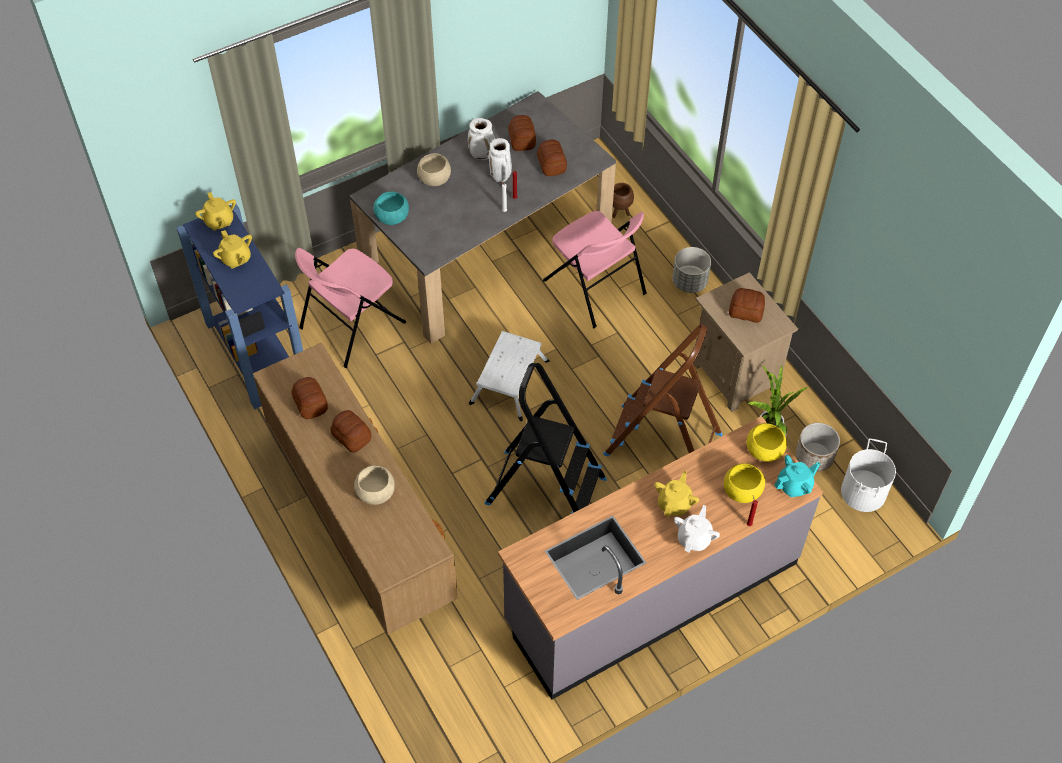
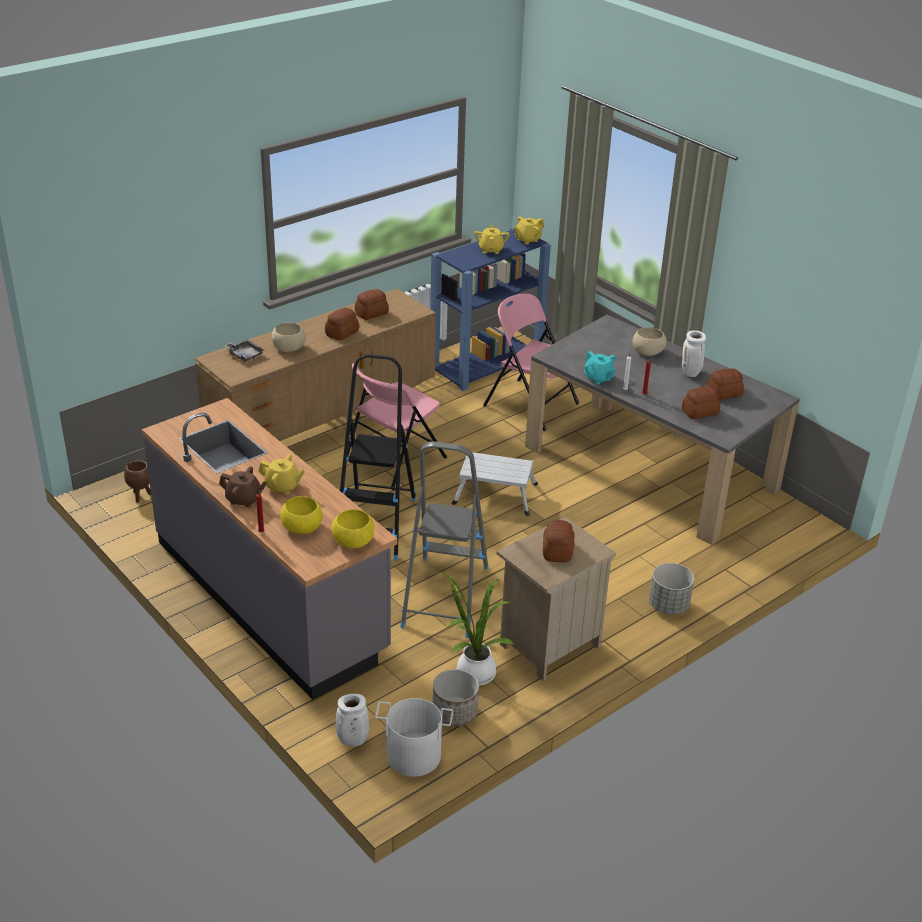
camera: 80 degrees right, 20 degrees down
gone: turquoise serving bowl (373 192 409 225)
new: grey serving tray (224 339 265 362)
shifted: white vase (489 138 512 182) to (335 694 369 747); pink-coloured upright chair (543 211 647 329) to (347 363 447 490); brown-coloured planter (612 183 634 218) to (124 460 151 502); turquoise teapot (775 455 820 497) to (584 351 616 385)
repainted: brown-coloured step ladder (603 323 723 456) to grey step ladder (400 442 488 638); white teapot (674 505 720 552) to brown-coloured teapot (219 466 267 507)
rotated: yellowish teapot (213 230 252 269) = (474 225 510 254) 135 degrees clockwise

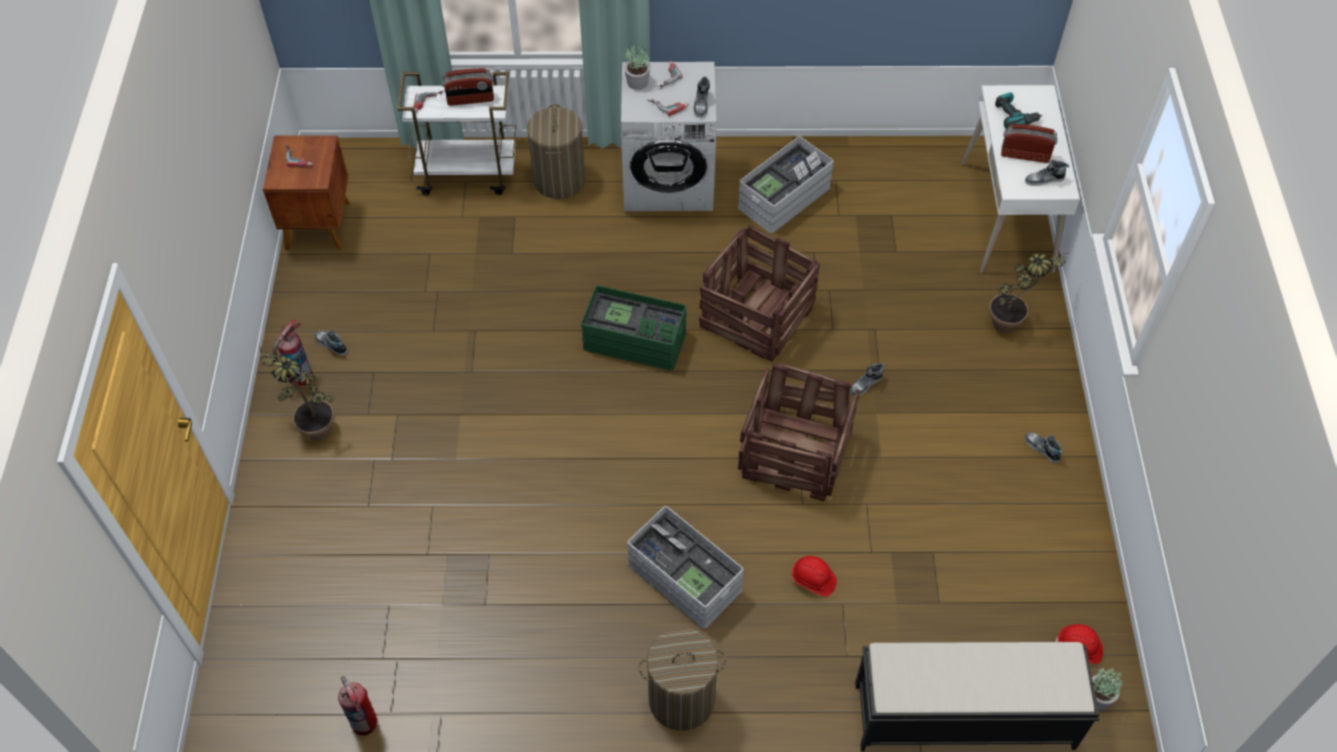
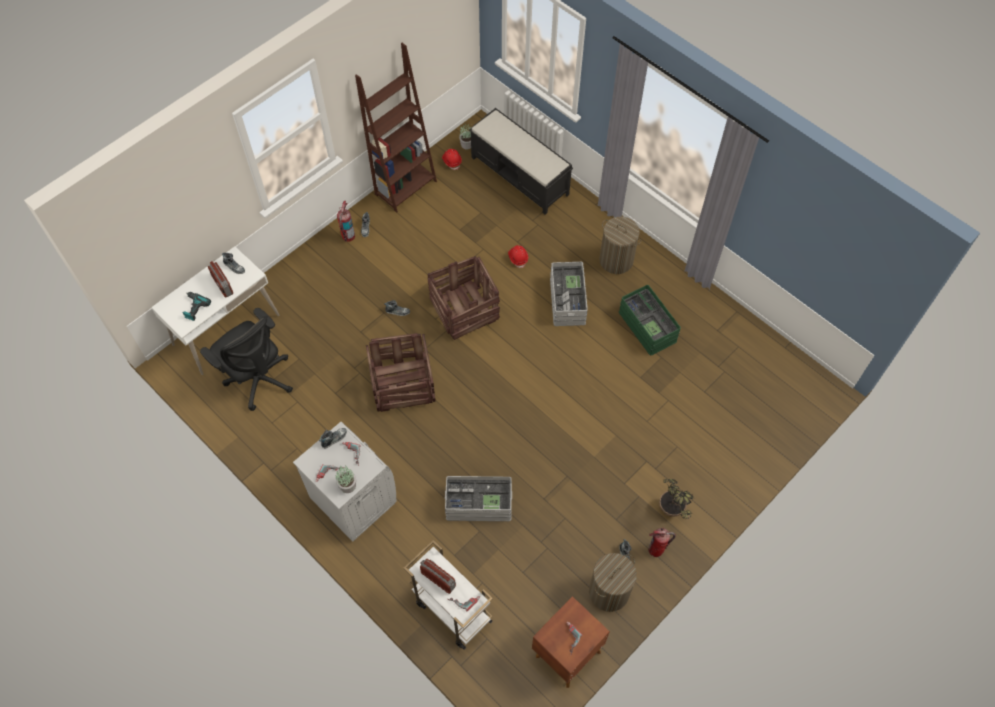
camera: 135 degrees left, 5 degrees up
gone: potted plant (989 250 1068 333)
new: black desk chair (200 308 293 411); brown-coloured bookcase (355 43 437 213)
shifted: fire extinguisher (338 676 377 735) to (337 201 355 242); laundry basket (527 104 585 199) to (589 553 637 612); green-coloured storage bin (581 285 687 371) to (619 285 681 355); grey storage bin (738 136 834 233) to (445 476 512 521)

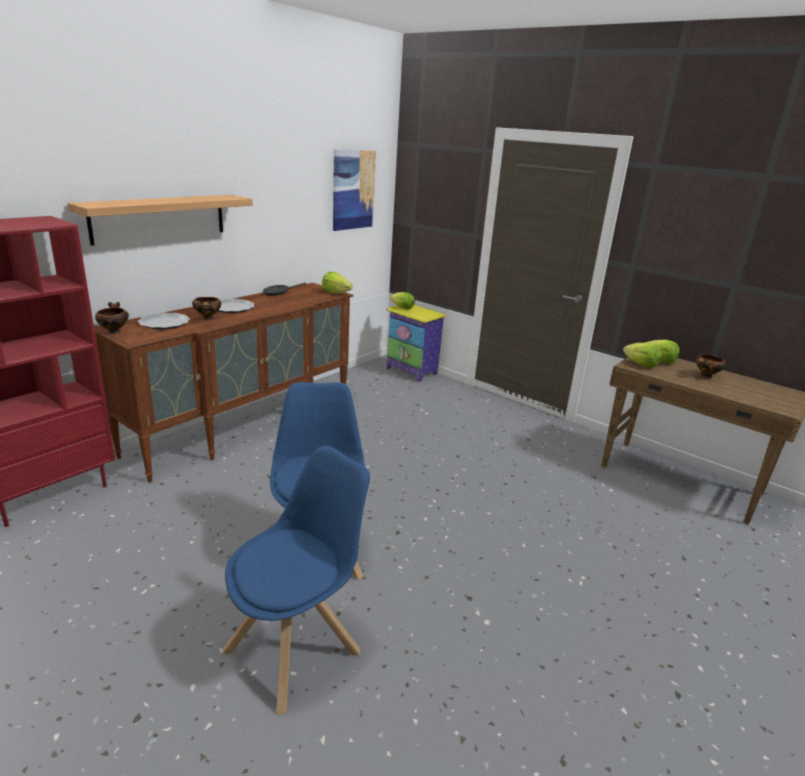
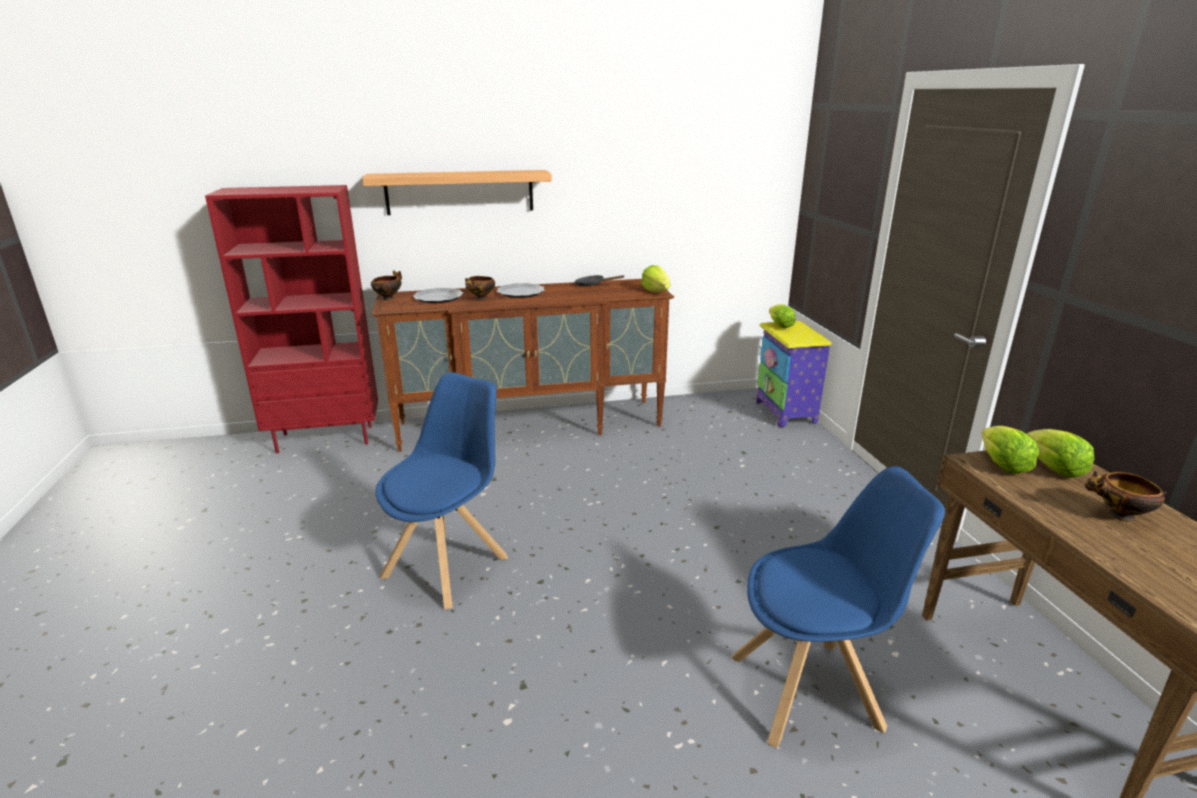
camera: 40 degrees right, 0 degrees up
gone: wall picture (333 150 376 231)
shifted: blue-coloured upright chair (222 446 370 714) to (731 466 945 749)

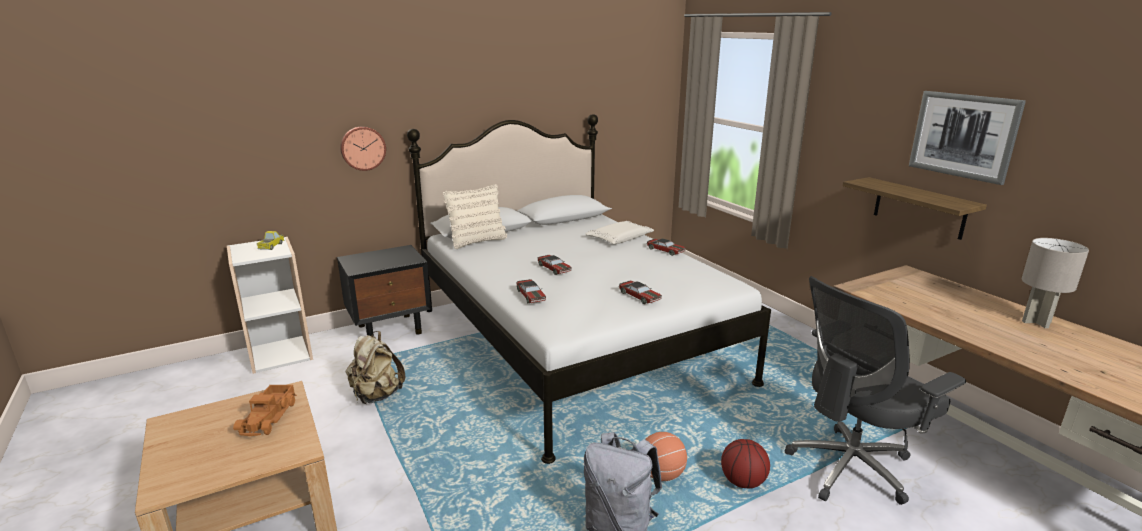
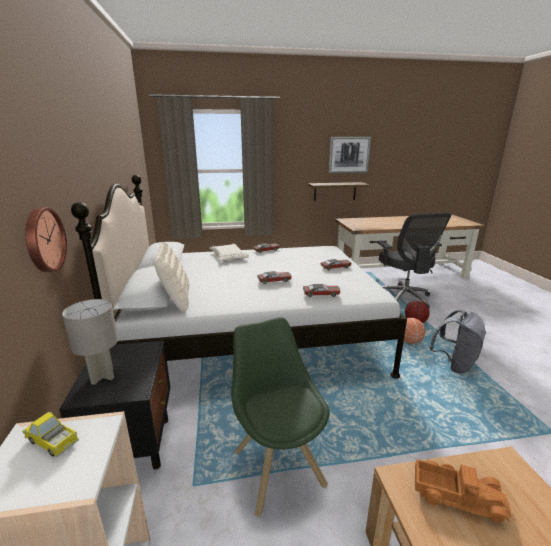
camera: 70 degrees left, 0 degrees up
shifted: grey table lamp (1021 238 1089 328) to (62 299 118 385)
swapped: beige-coloured backpack (346 331 405 404) to green-coloured upright chair (231 317 329 517)

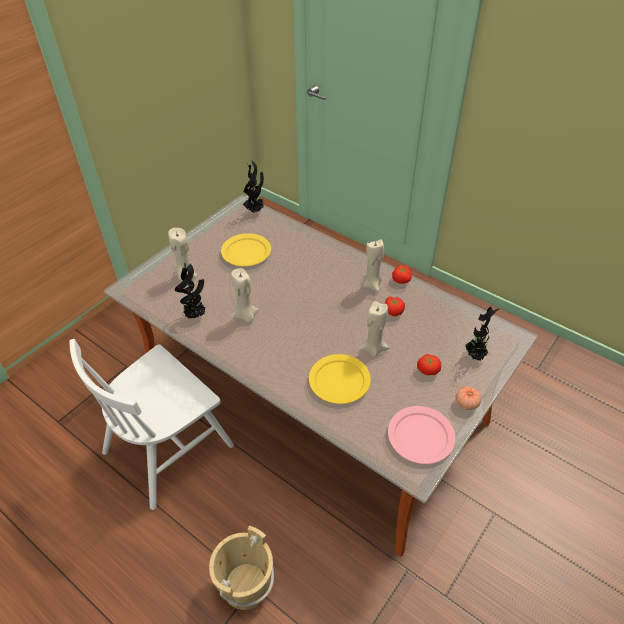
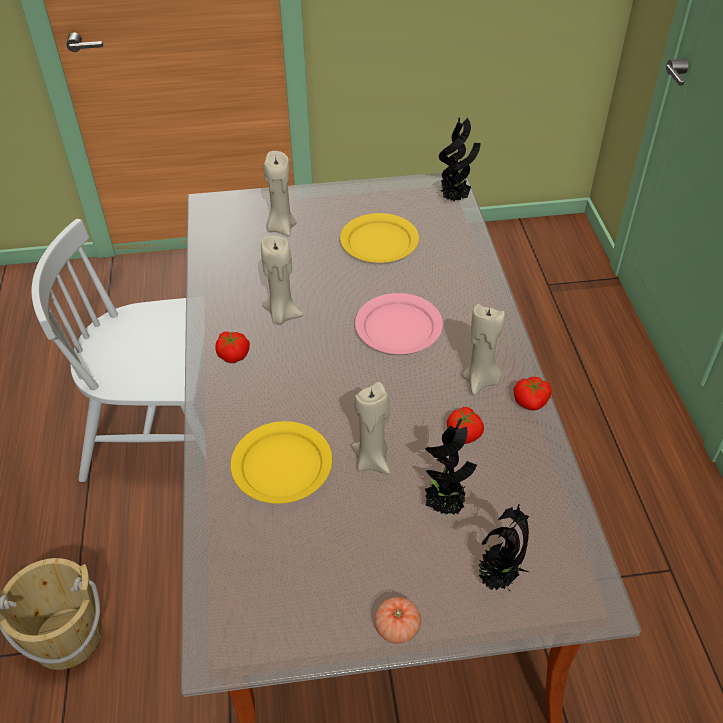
camera: 45 degrees right, 0 degrees up
shifted: potted plant (175 263 205 319) to (425 418 477 515); pink-coloured dinner plate (388 406 455 464) to (355 293 443 354); fresh tomato (417 354 441 375) to (216 332 250 363)

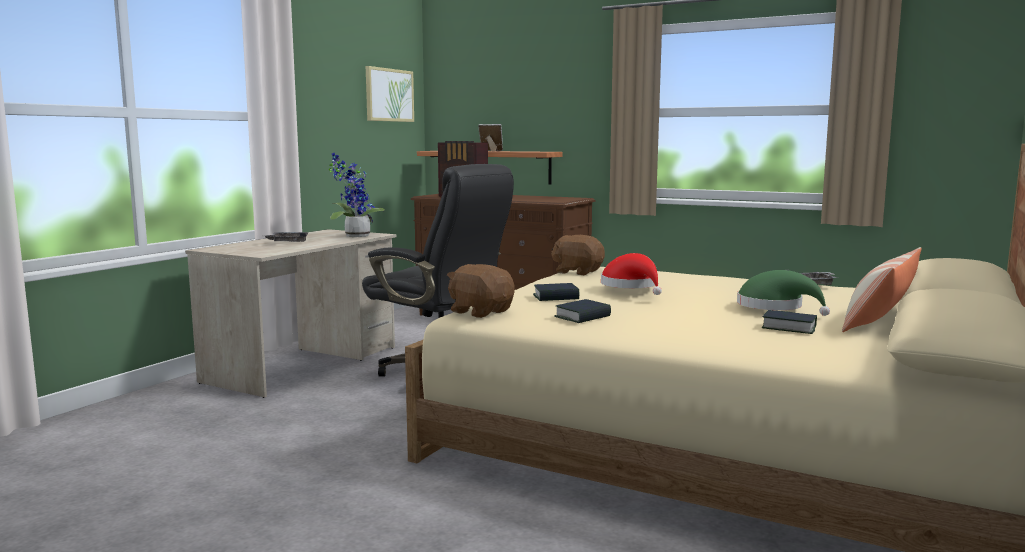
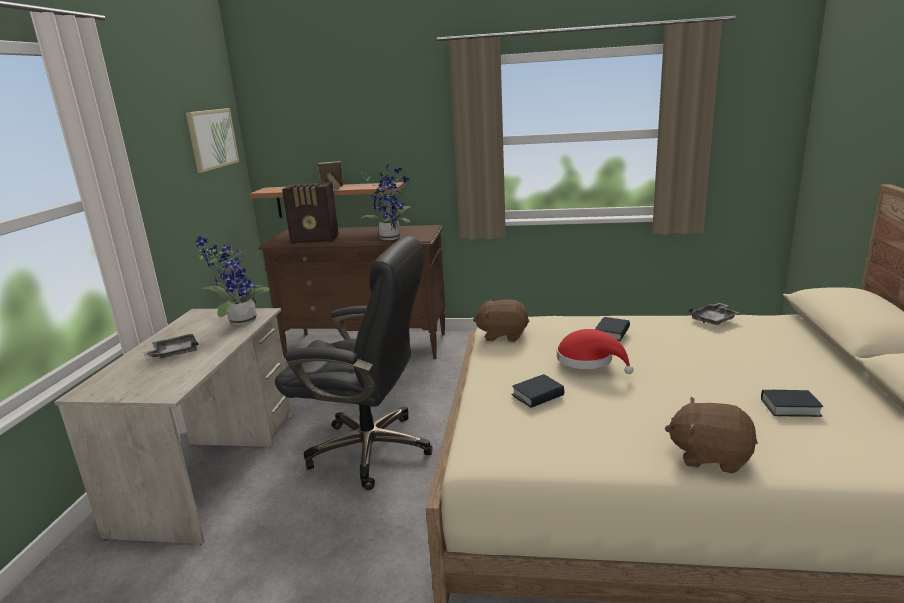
camera: 20 degrees left, 10 degrees up
gone: green-coloured wearable hat (737 270 830 316); pillow (842 247 922 332)
new: potted plant (358 164 410 240)
shifted: brown-coloured cuddly toy (447 264 515 318) to (665 397 758 474); volume (554 299 611 323) to (595 317 630 341)

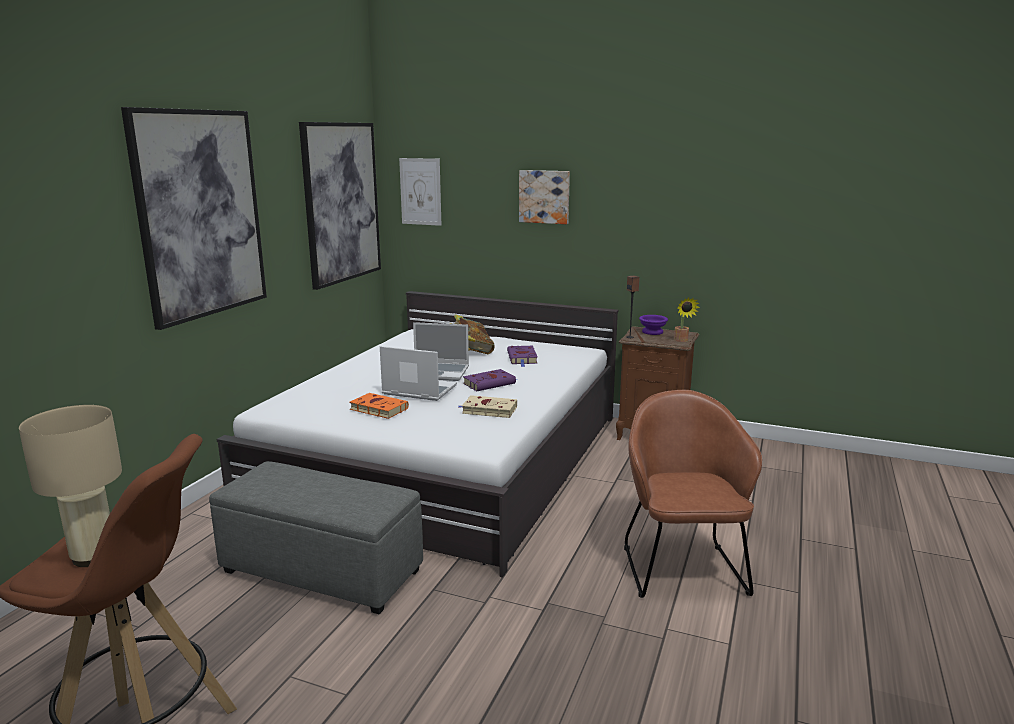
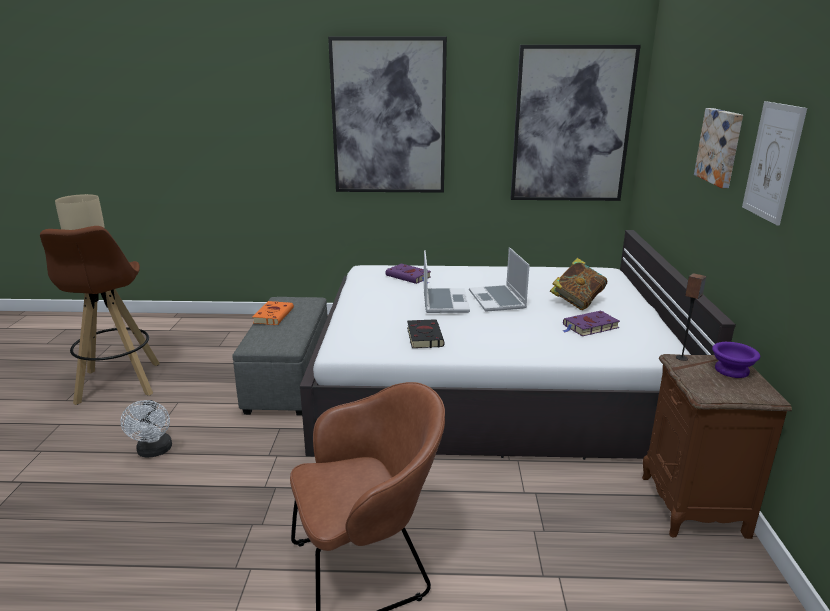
camera: 70 degrees right, 5 degrees up
gone: potted plant (674 297 700 342)
new: white electric fan (120 400 172 458)
shifted: orange volume (349 393 409 419) to (252 301 294 325); wall picture (399 158 441 226) to (742 101 807 226); purplish volume (463 369 517 391) to (386 264 431 284)
repainted: beige-coloured volume (459 395 517 418) to black volume (407 319 445 348)

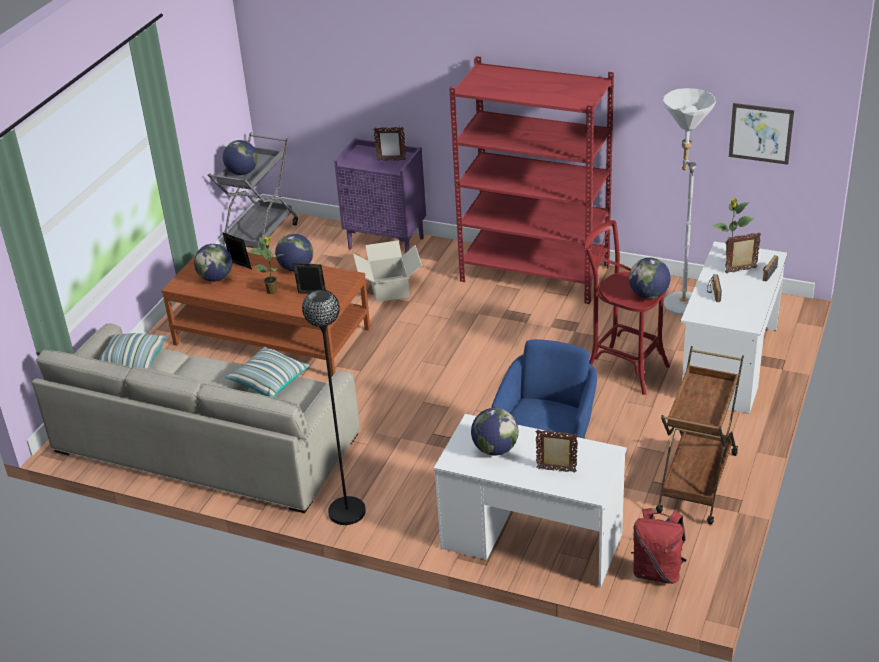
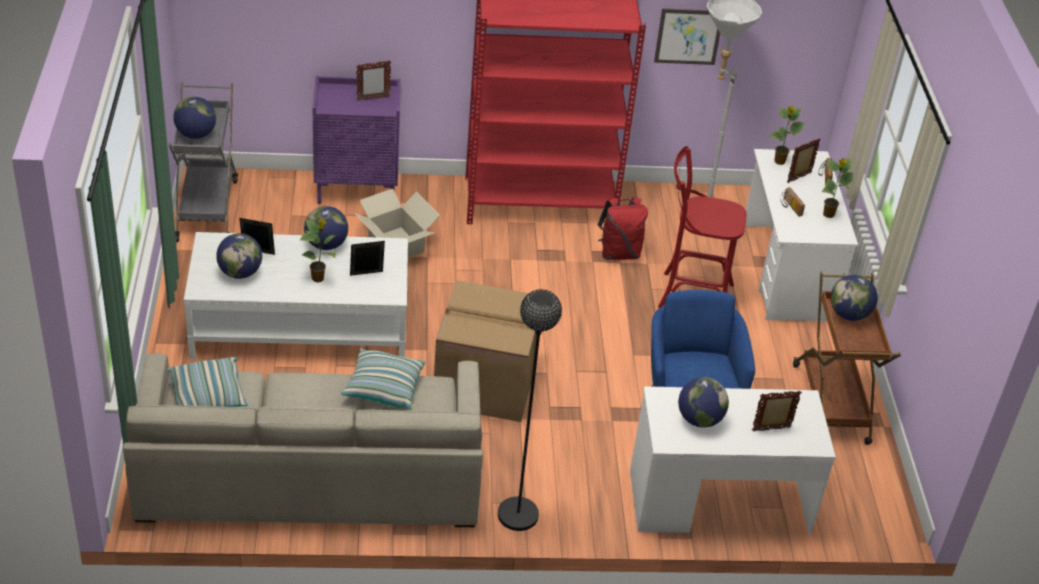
camera: 30 degrees left, 5 degrees up
new: packing box (434 280 537 422); potted plant (822 158 854 218)
shifted: desk globe (629 258 671 299) to (831 275 878 321); red backpack (631 508 687 584) to (597 197 648 260); wall picture (729 103 794 165) to (654 8 720 65)
repainted: brown-coloured coffee table (161 248 370 377) to white coffee table (184 232 408 359)

